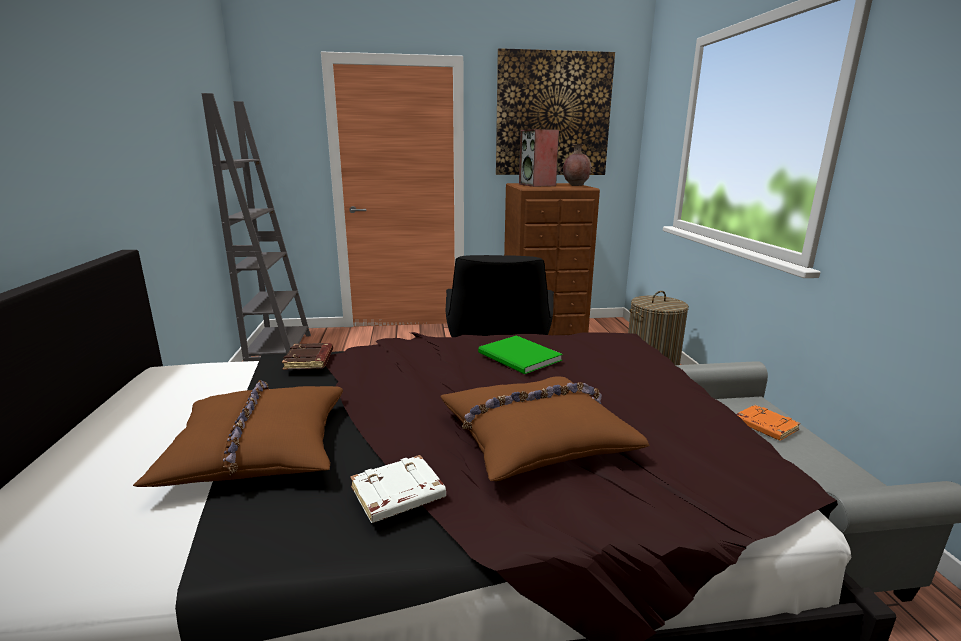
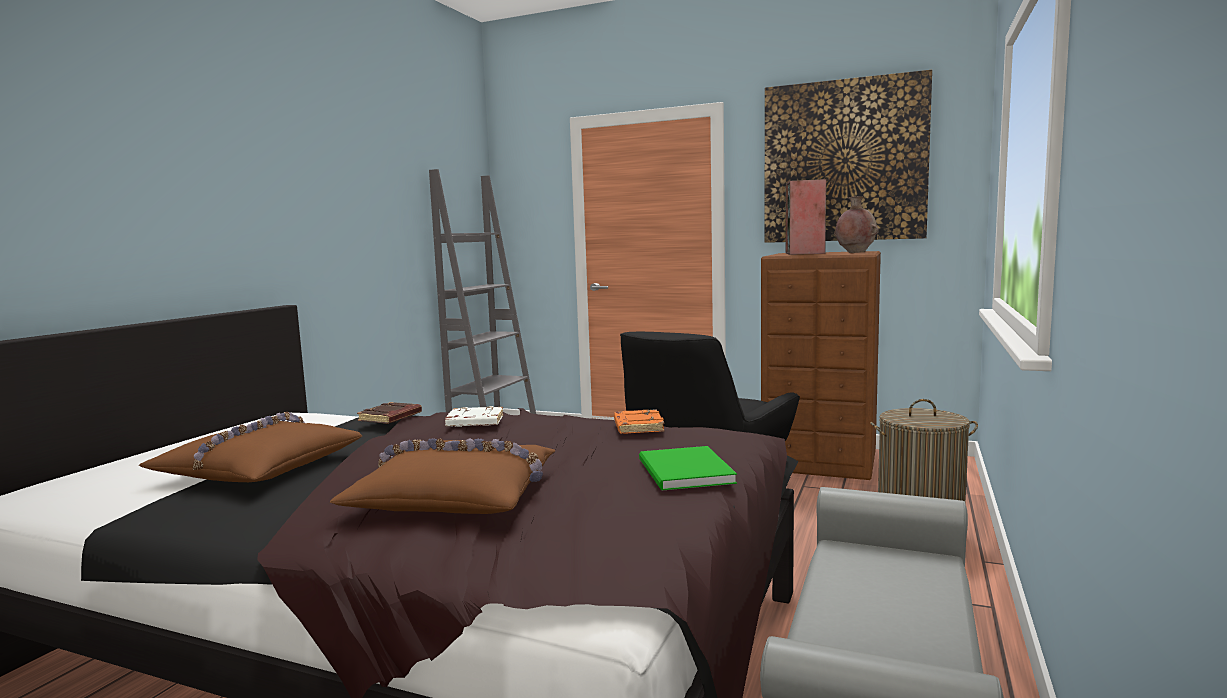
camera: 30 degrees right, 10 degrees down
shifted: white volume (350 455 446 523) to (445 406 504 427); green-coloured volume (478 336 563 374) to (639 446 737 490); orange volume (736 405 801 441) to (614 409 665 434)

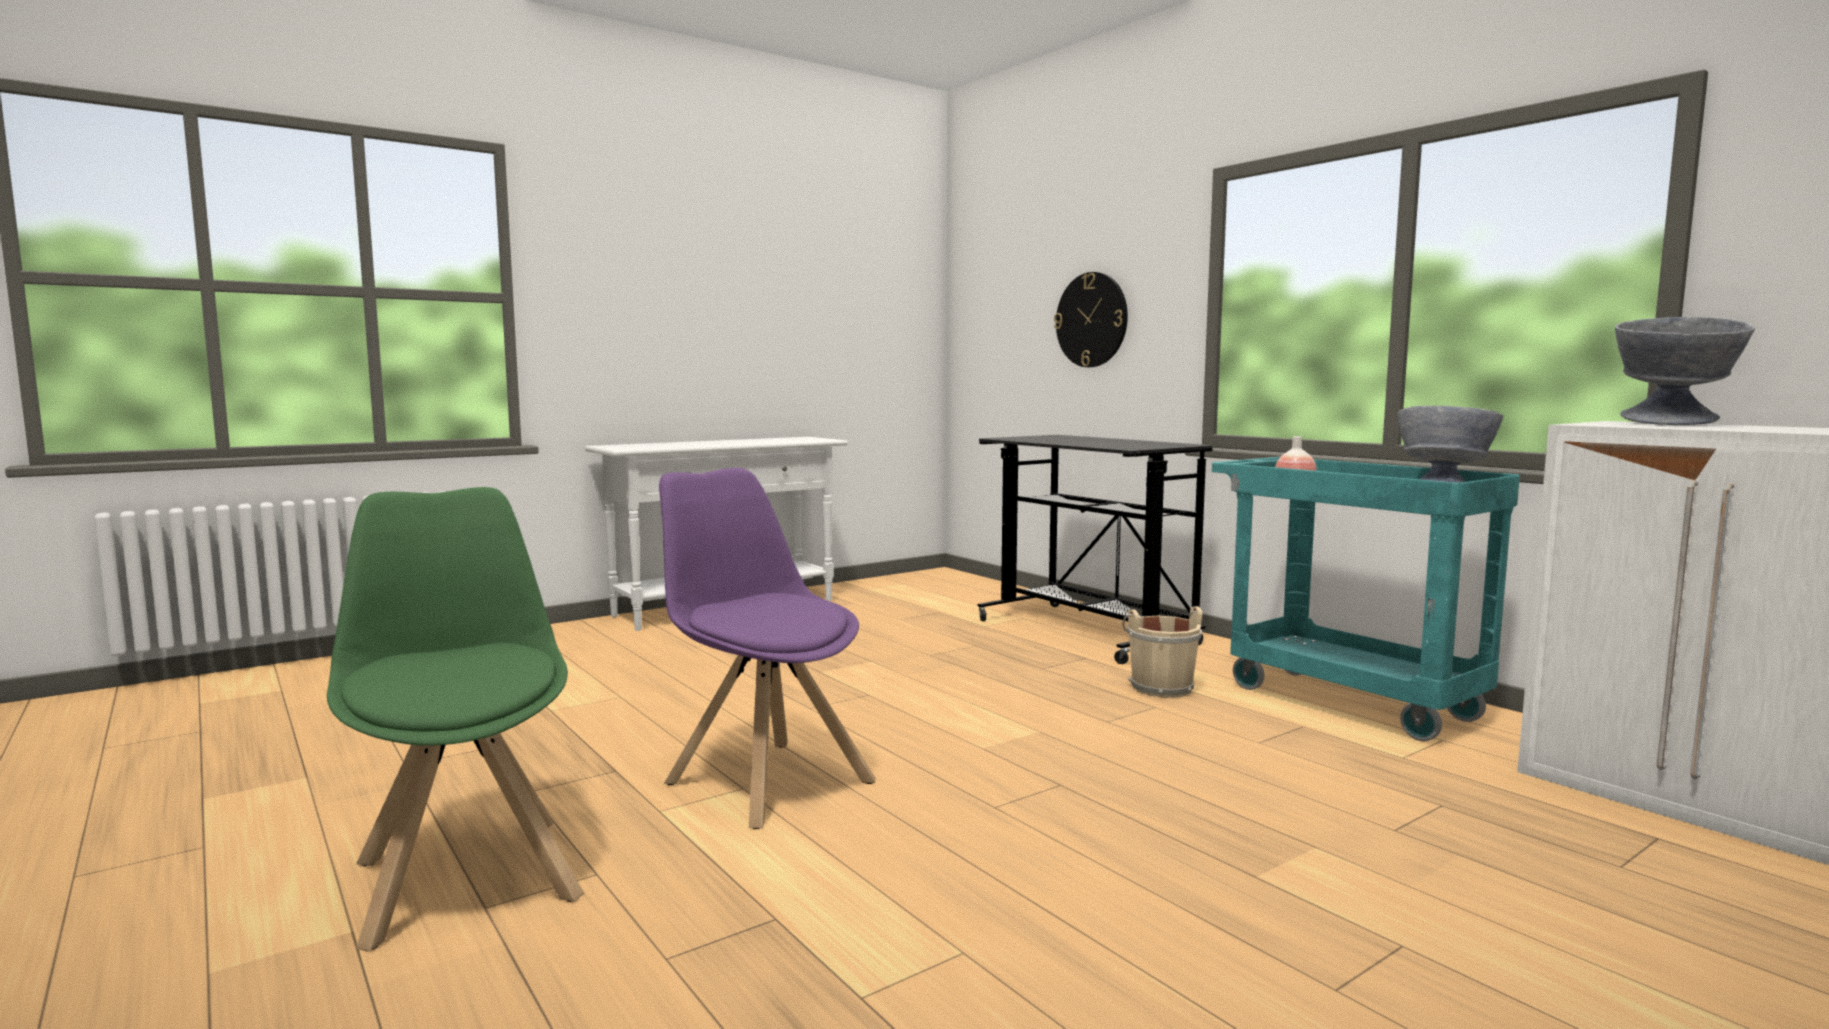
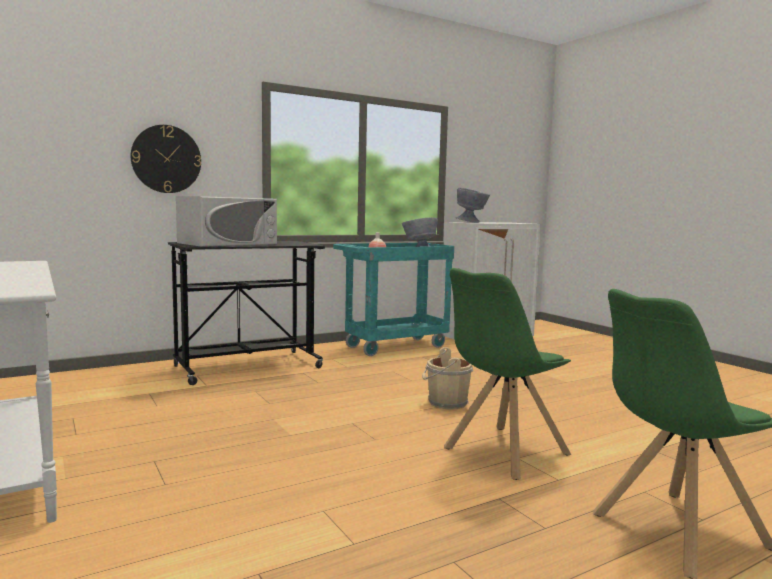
camera: 85 degrees left, 0 degrees up
new: white kitchen microwave (176 196 277 247)
shifted: beige-coloured bucket (1122 606 1202 698) to (422 347 473 409)
repainted: purplish upright chair (659 468 875 829) to green-coloured upright chair (444 268 571 480)

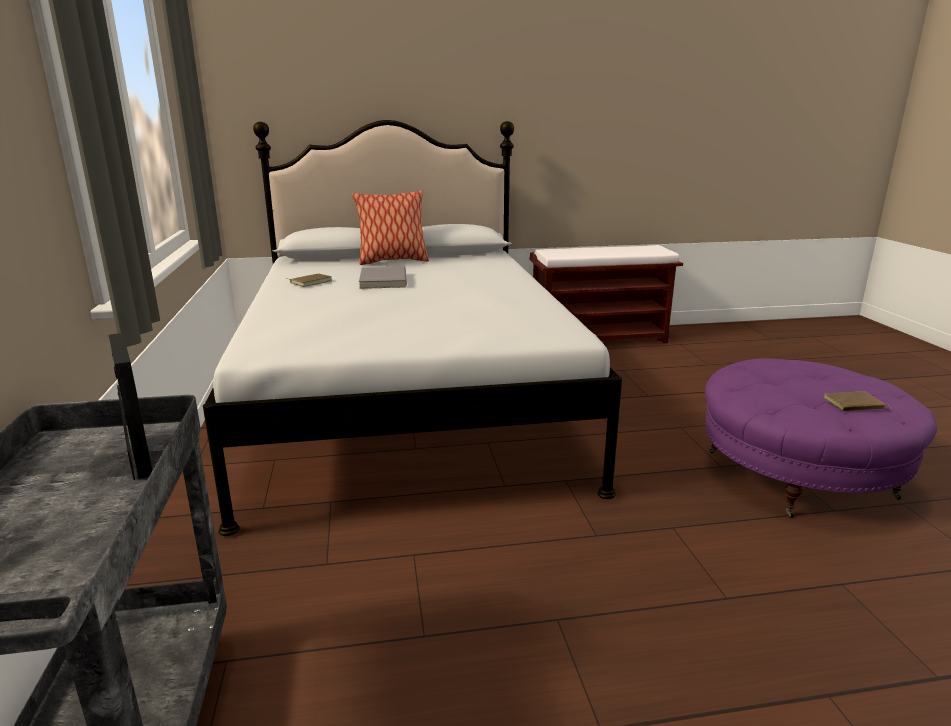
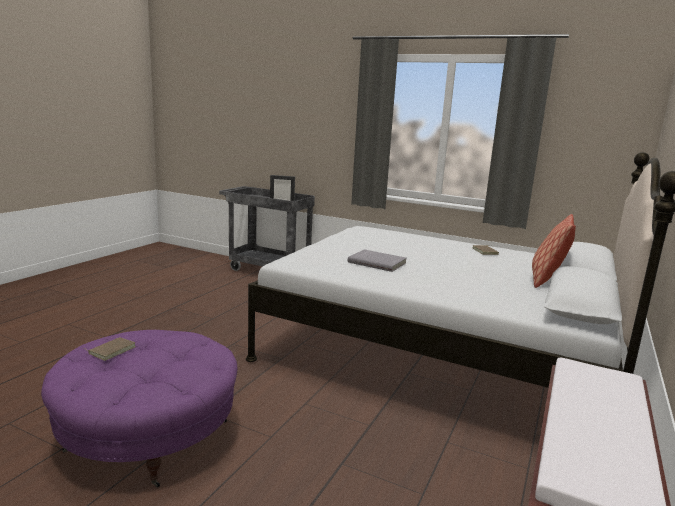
camera: 125 degrees right, 5 degrees down
shifted: grey volume (359 267 407 289) to (348 249 406 272)

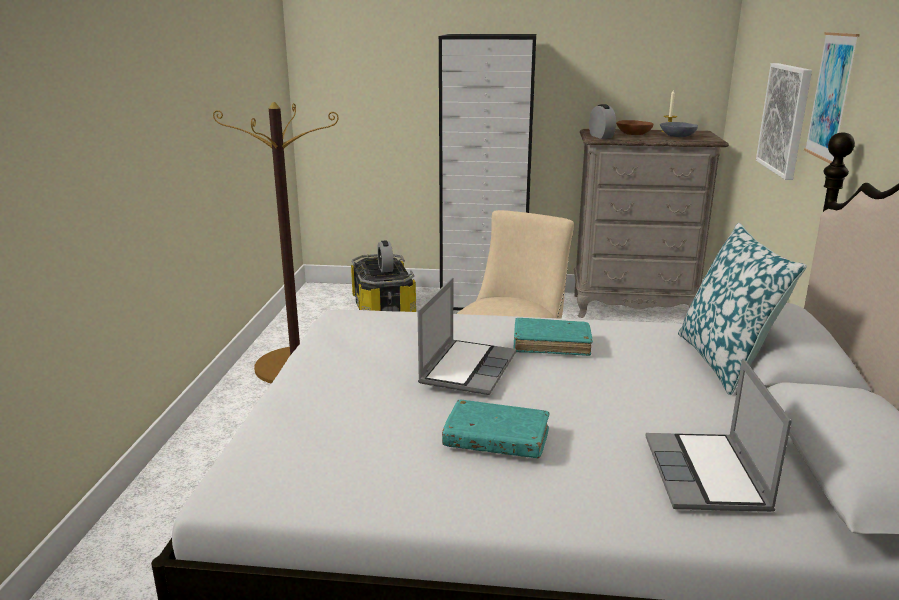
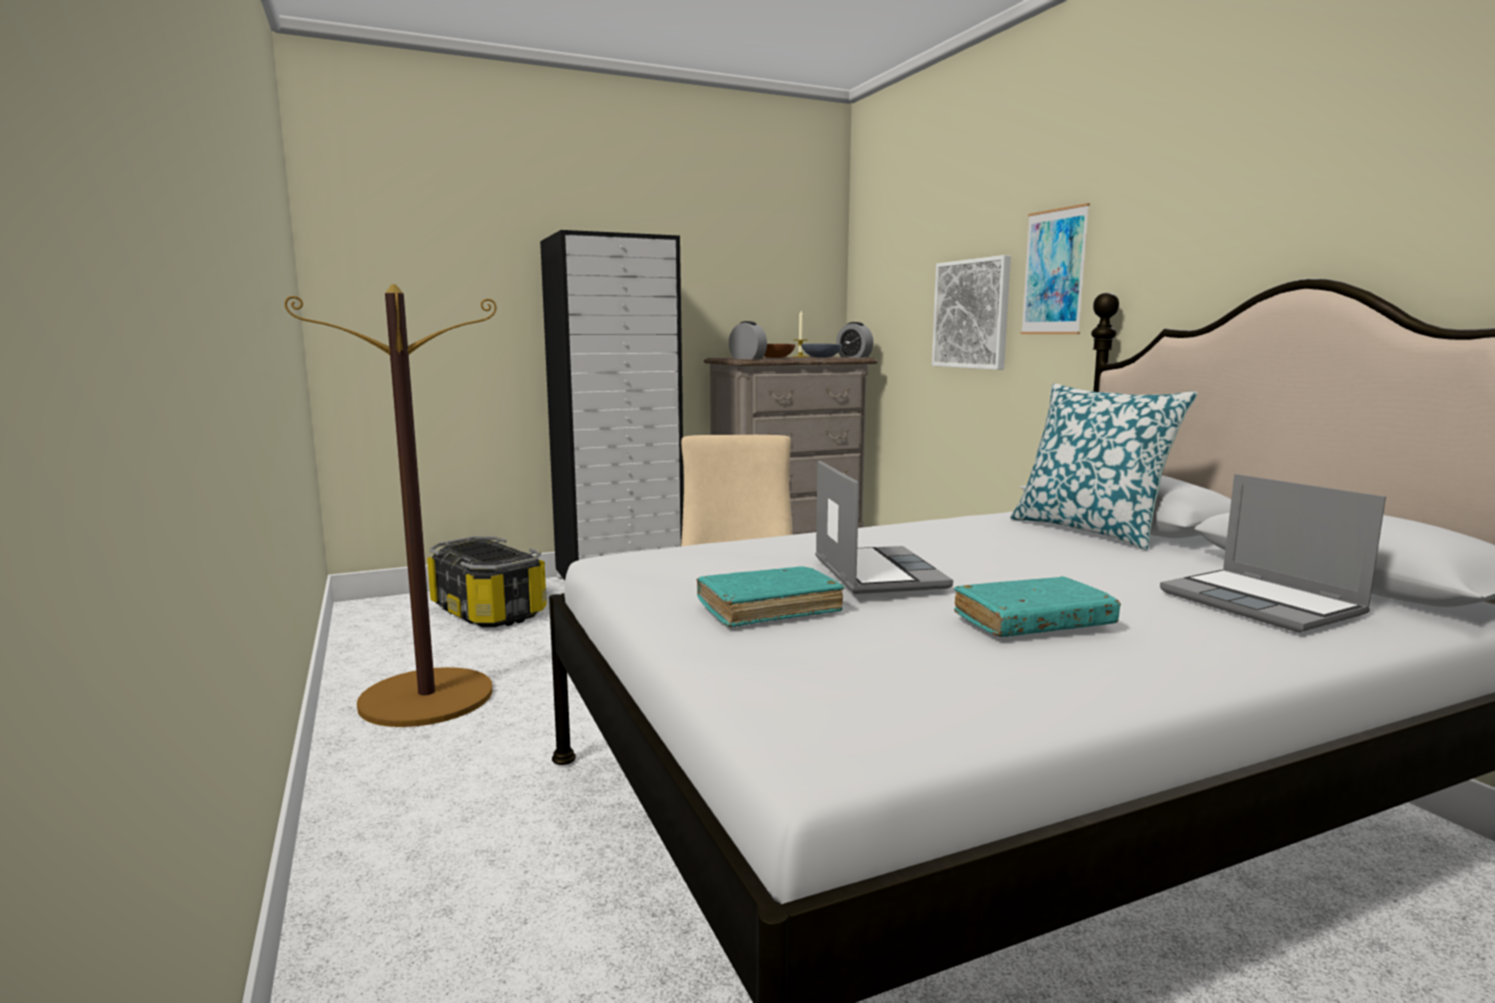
camera: 30 degrees left, 10 degrees down
shifted: table clock (377 240 394 273) to (836 322 873 358); turquoise volume (514 318 593 356) to (697 566 844 627)

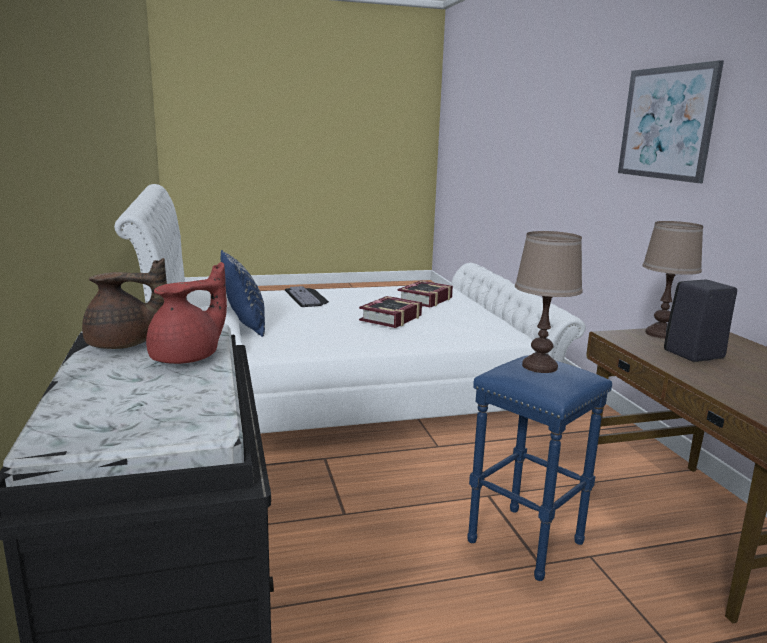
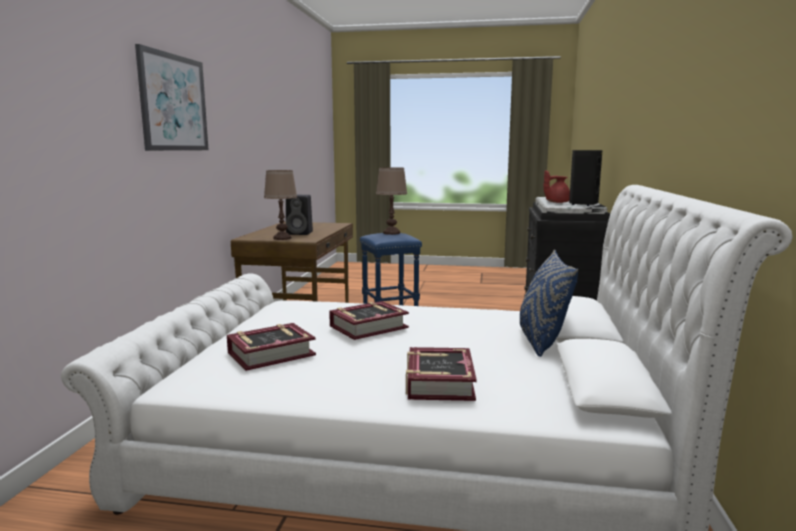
camera: 155 degrees left, 5 degrees down
swapped: brown-coloured teapot (82 258 167 349) to black loudspeaker (569 150 602 206); PC keyboard (285 286 329 307) to volume (406 347 477 401)

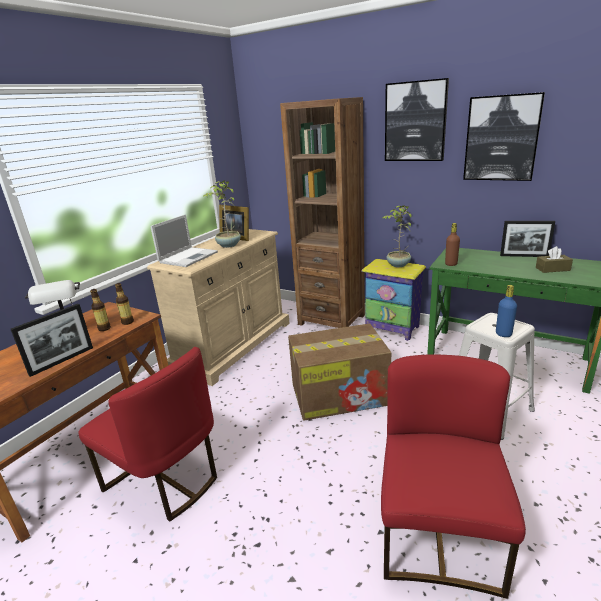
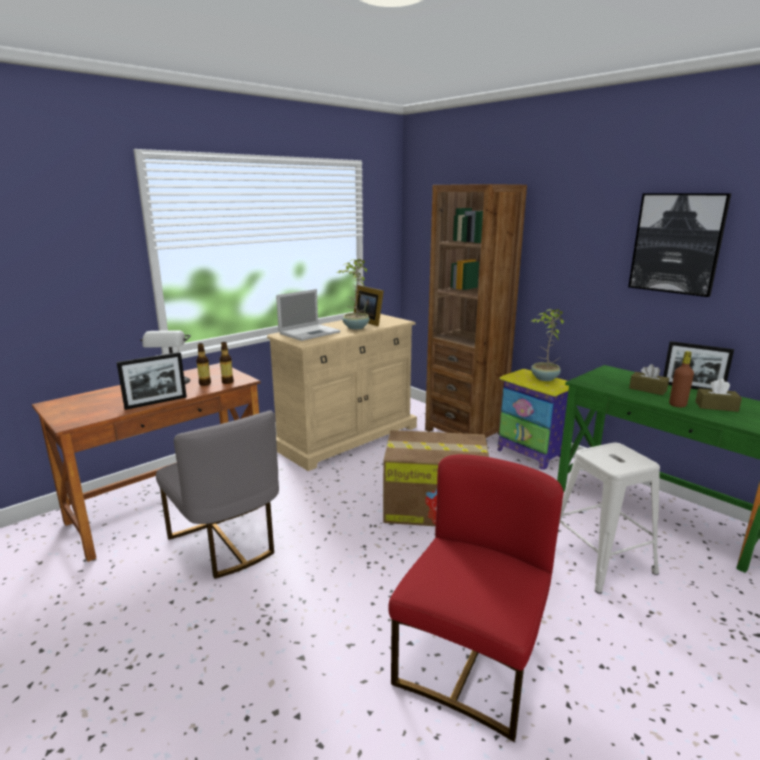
camera: 15 degrees right, 5 degrees down
gone: wall picture (385 78 449 161); blue-coloured bottle (496 285 517 337)
new: brown-coloured tissue holder (629 364 669 395)
shifted: brown-coloured bottle (445 223 460 266) to (669 351 694 407)
repainted: red upright chair (78 347 217 522) to grey upright chair (156 410 279 579)

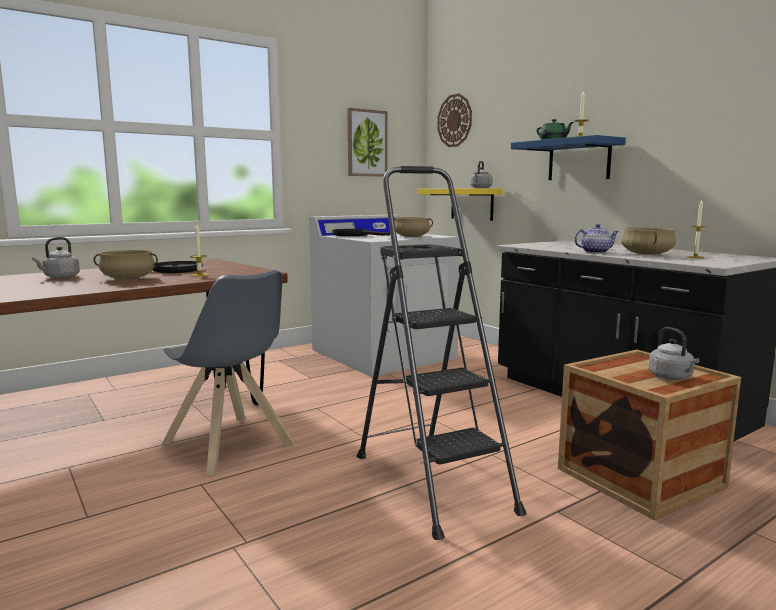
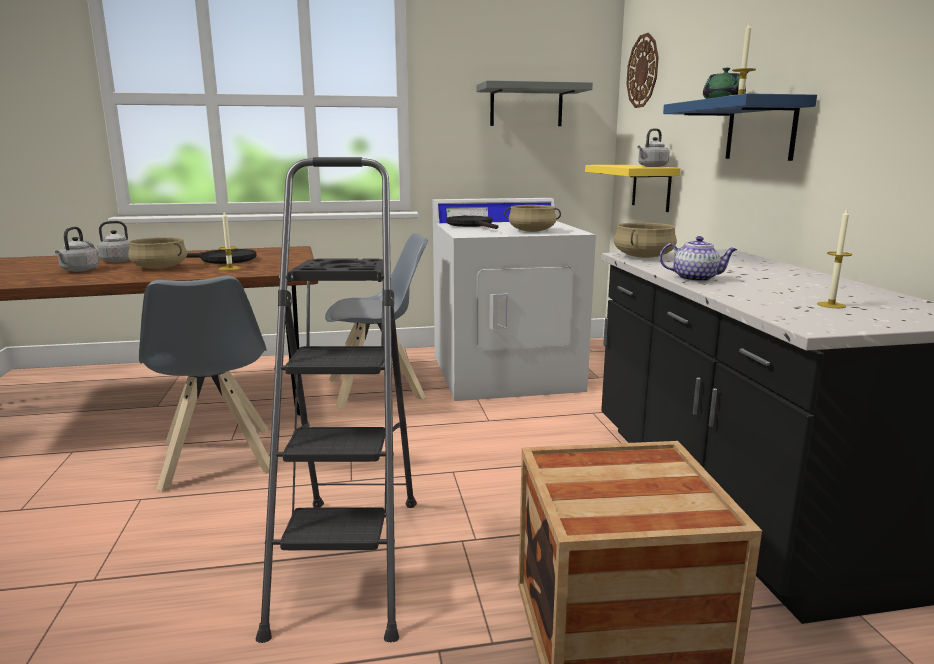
camera: 25 degrees right, 5 degrees up
new: grey upright chair (325 233 428 408)
shifted: beige-coloured cooking pot (621 227 676 255) to (614 223 677 258); grey tea kettle (649 327 699 380) to (55 227 99 272)
swapped: wall picture (347 108 388 177) to grey shelf (476 80 593 126)

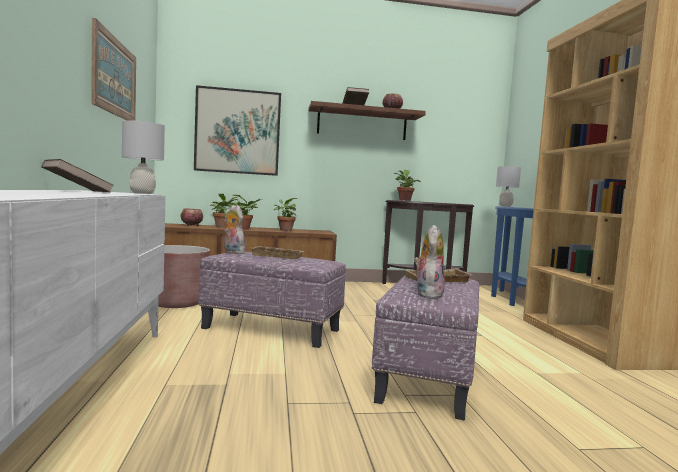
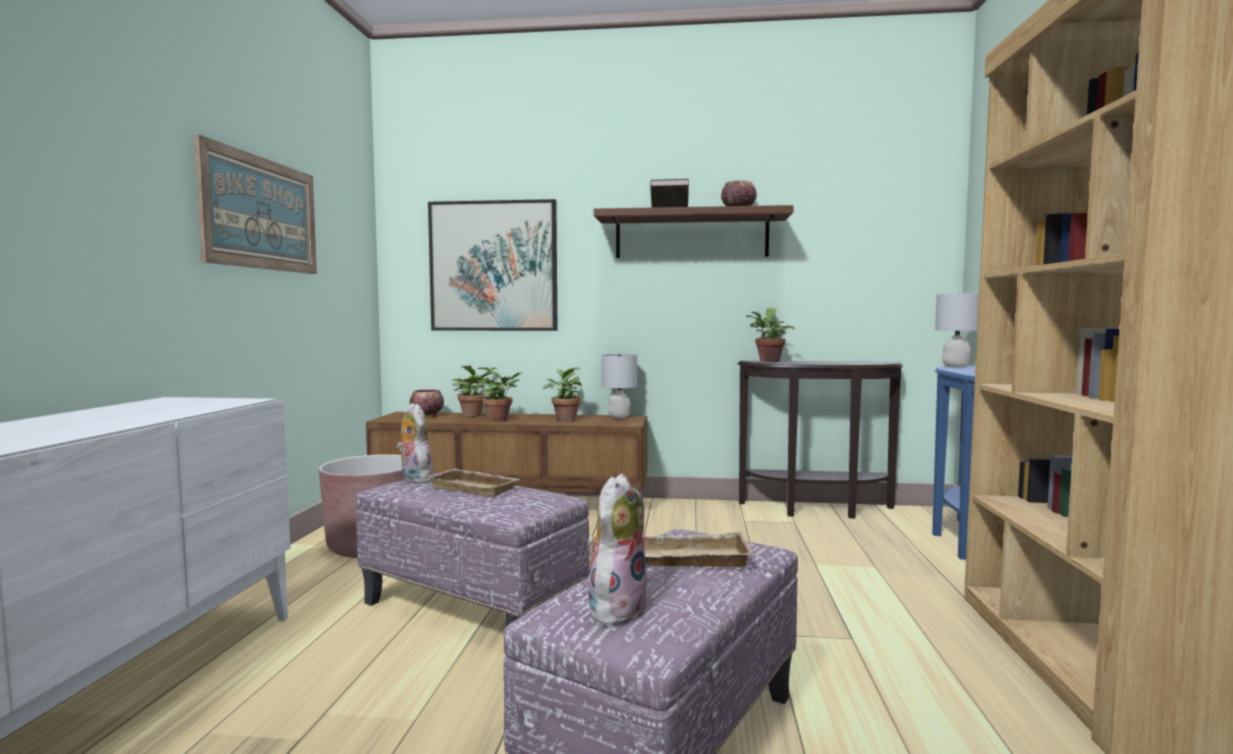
camera: 15 degrees right, 0 degrees up
gone: brown-coloured volume (41 159 113 192)
shifted: grey table lamp (122 120 165 194) to (602 354 637 419)

